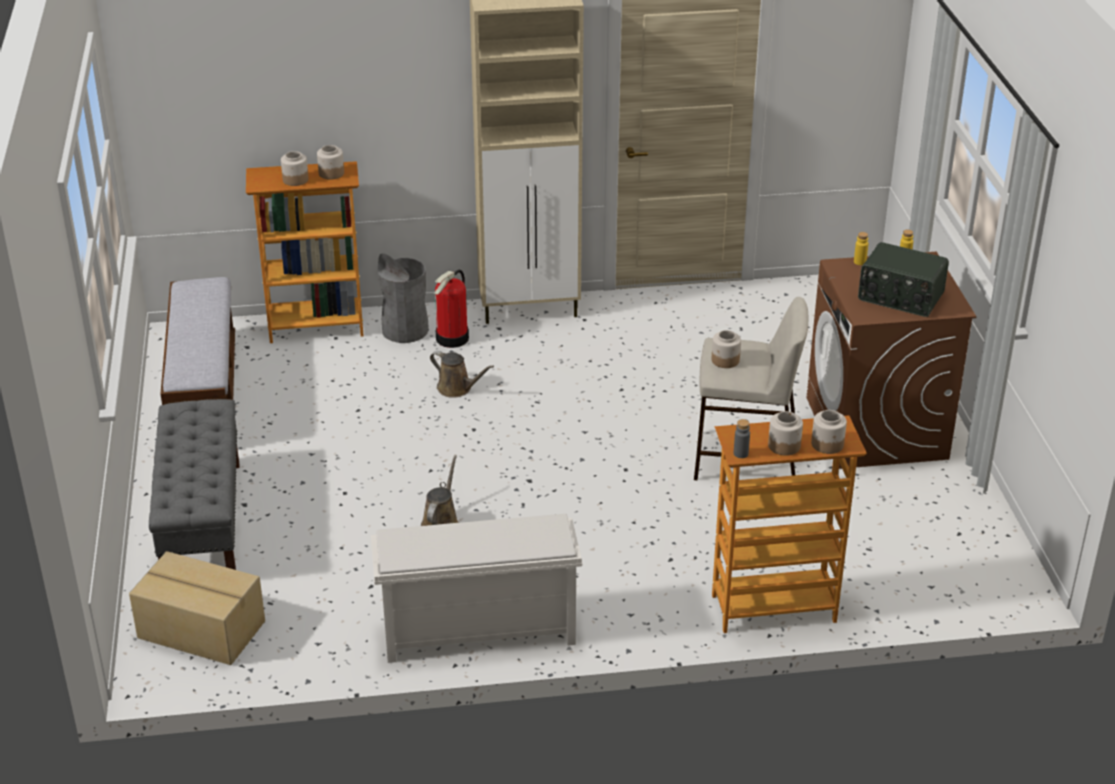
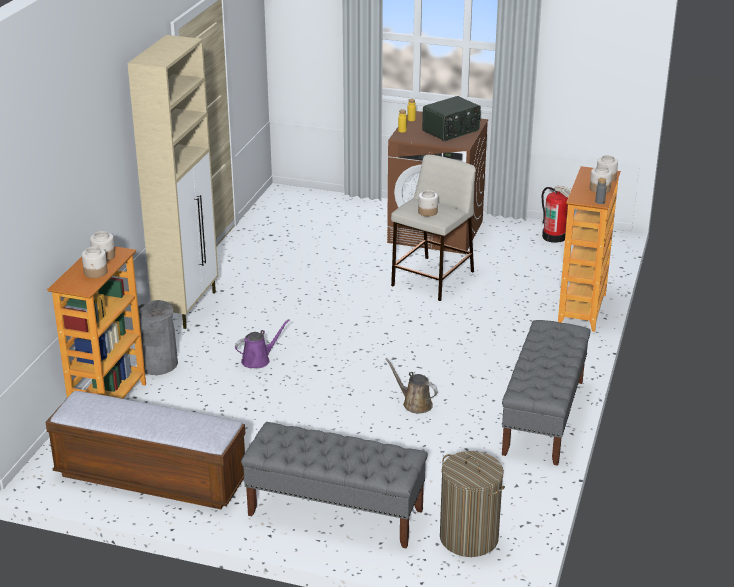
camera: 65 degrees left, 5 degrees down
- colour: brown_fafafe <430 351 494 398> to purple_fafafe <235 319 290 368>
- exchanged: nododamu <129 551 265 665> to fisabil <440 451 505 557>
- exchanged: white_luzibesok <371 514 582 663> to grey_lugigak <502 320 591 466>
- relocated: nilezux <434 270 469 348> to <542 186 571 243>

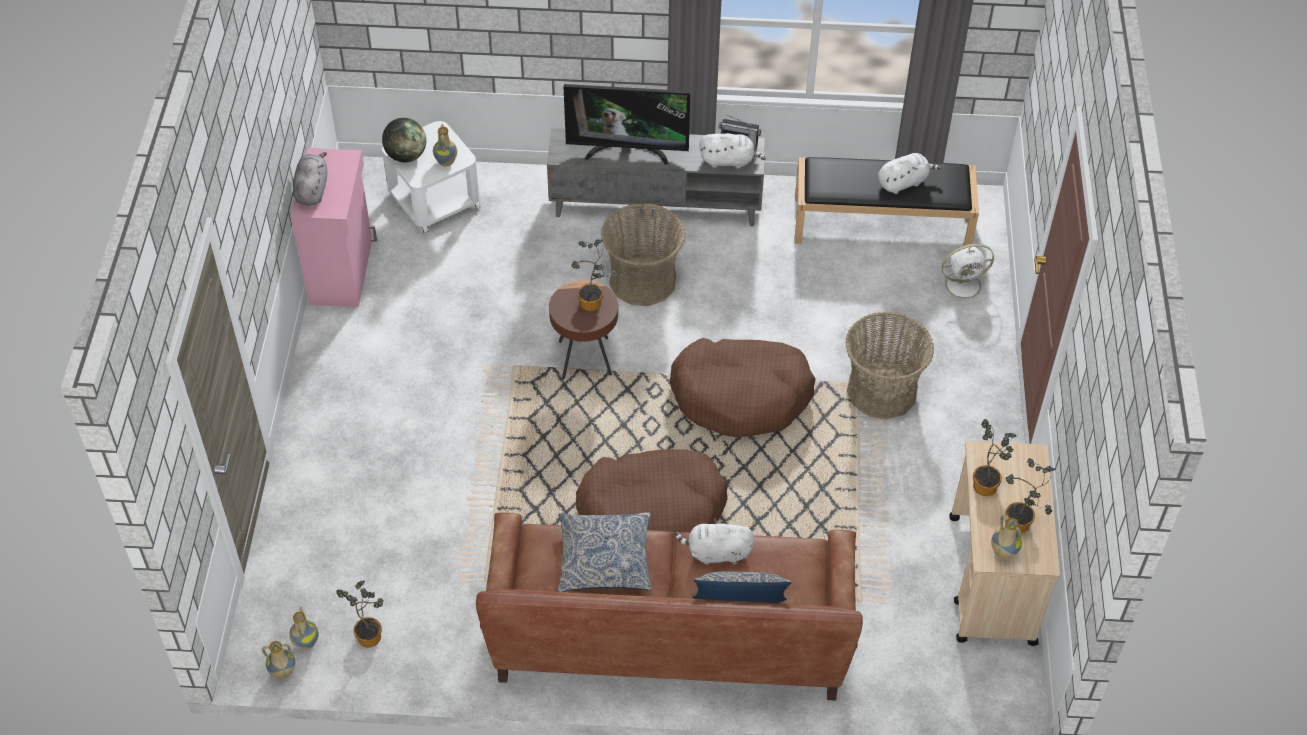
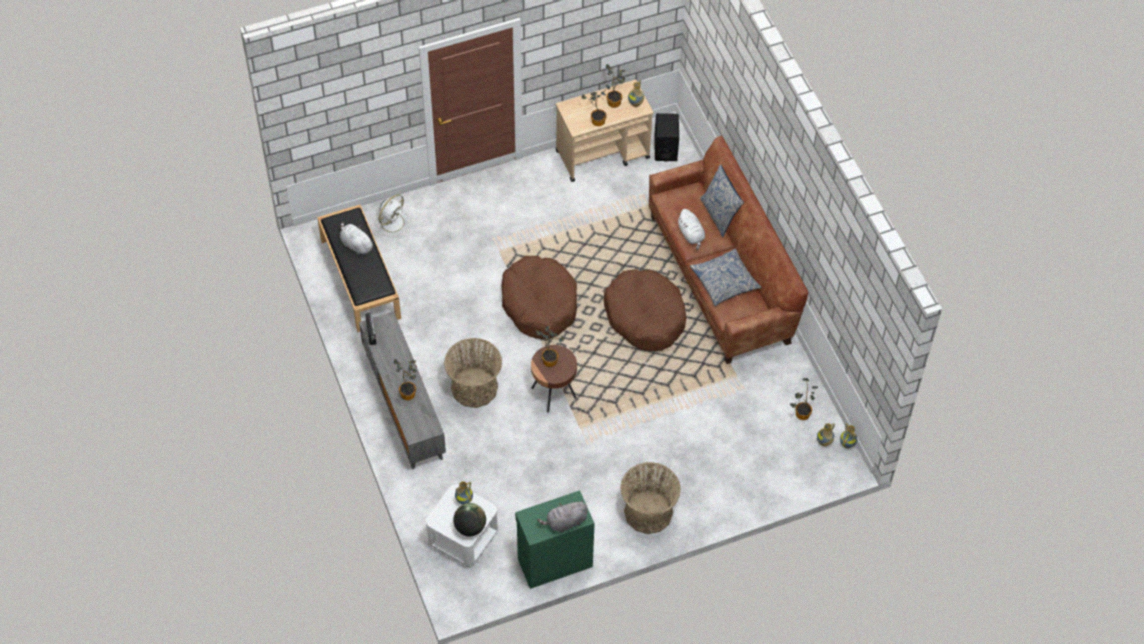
camera: 115 degrees left, 5 degrees up
- spun: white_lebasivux <934 244 994 304> = <376 194 410 237> 75 degrees clockwise
- exchanged: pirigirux <564 84 690 165> to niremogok <394 359 417 400>
- colour: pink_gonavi <291 148 377 307> to green_gonavi <515 490 595 589>
- relocated: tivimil <845 311 934 419> to <621 462 681 534>
- appeared: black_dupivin <654 113 679 162>
- missing: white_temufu <699 133 766 168>

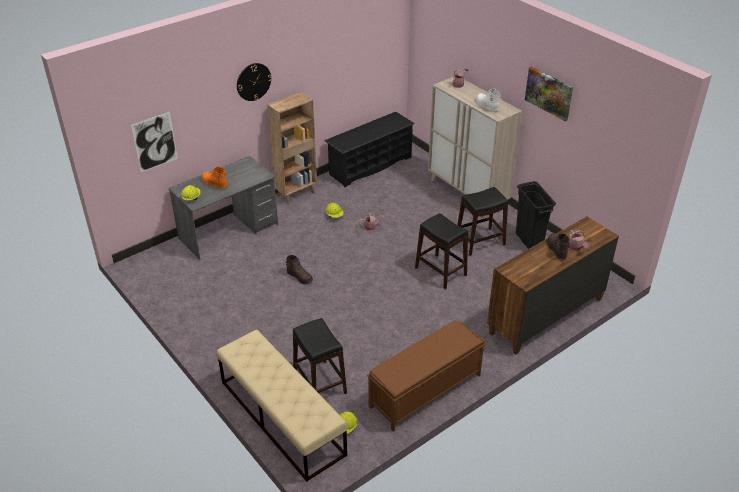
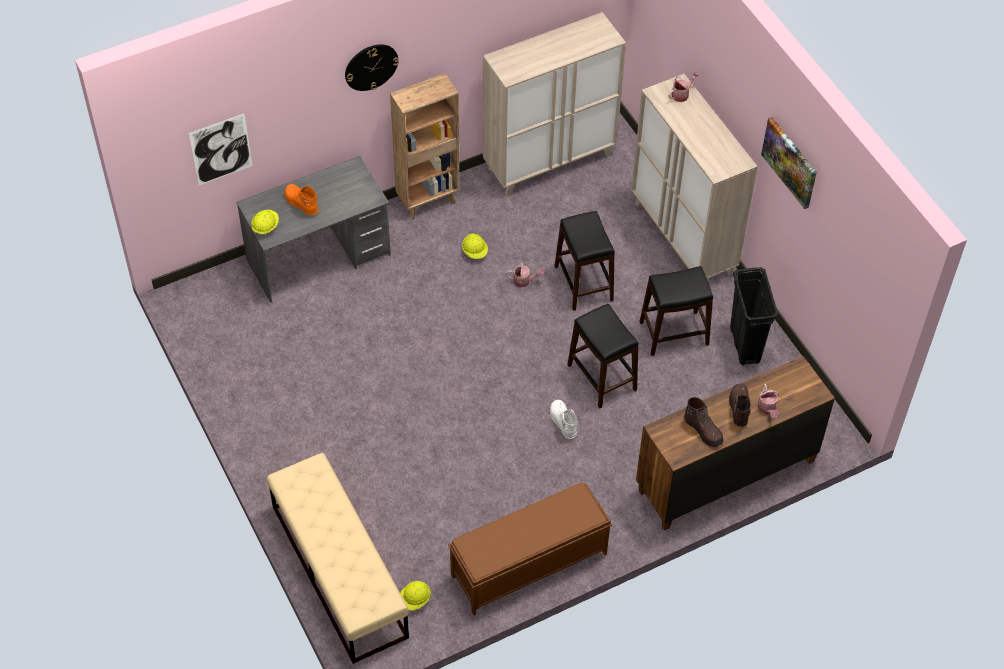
camera: 10 degrees right, 15 degrees up
- exchanged: black_luzibesok <324 112 415 187> to beige_gonavi <483 12 626 196>
- relocated: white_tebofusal <476 89 501 111> to <550 400 578 439>
- relocated: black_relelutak <293 318 347 394> to <554 211 615 311>
- relocated: brown_tebofusal <286 255 313 284> to <684 397 724 447>

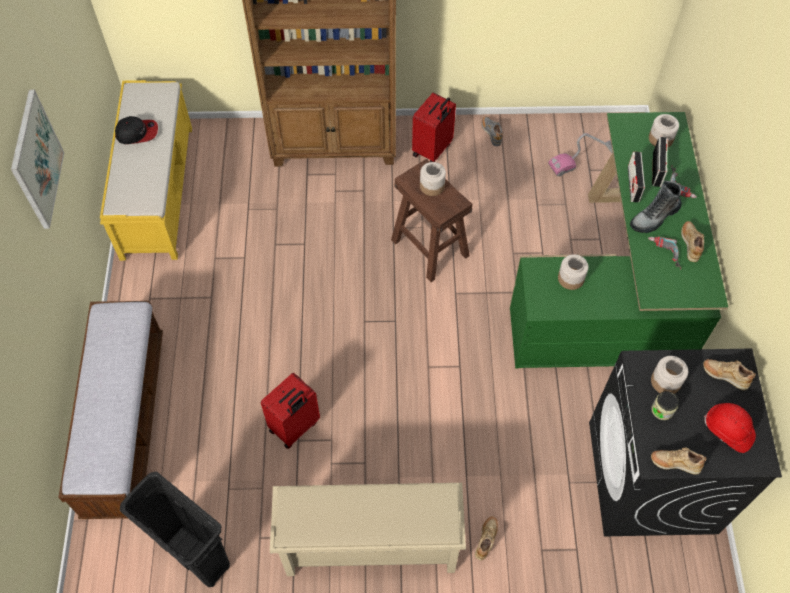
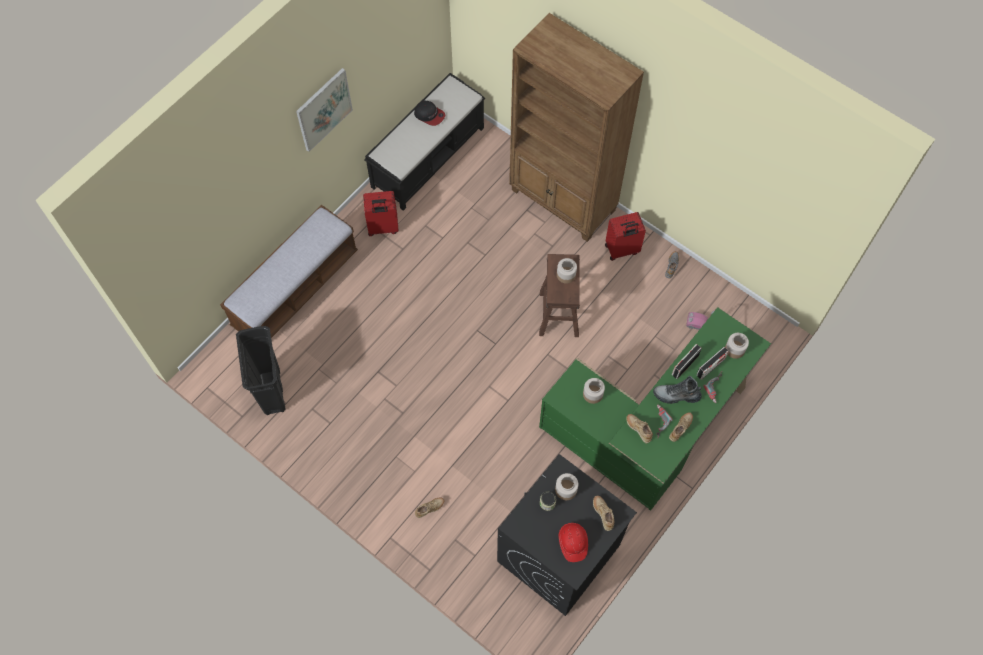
camera: 40 degrees right, 5 degrees up
- relocated: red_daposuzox <261 373 320 449> to <363 191 399 236>
- colour: yellow_lugigak <100 80 192 261> to black_lugigak <364 73 485 211>
- relocated: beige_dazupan <651 447 706 475> to <626 414 653 443>
- missing: beige_luzibesok <270 483 466 576>

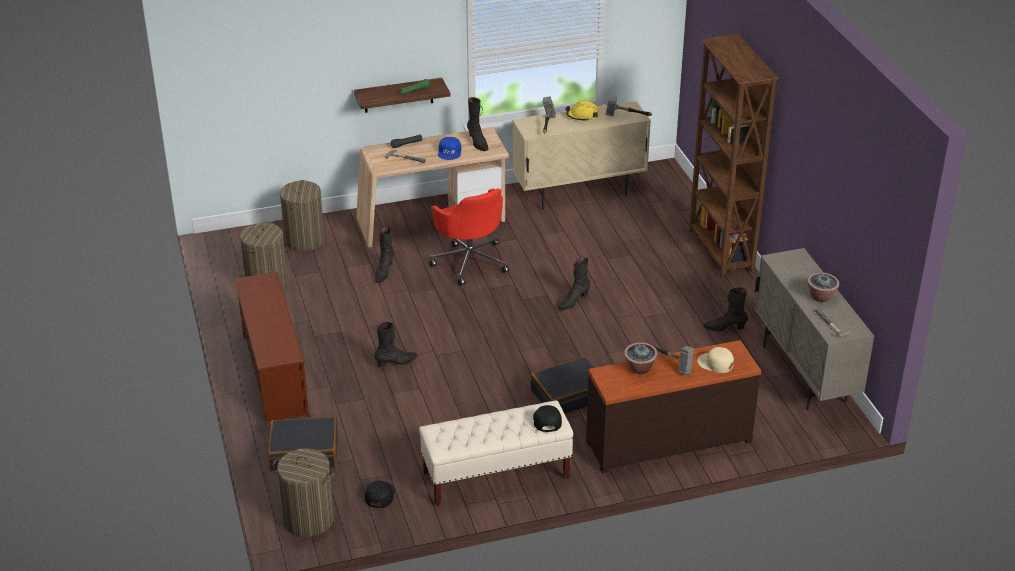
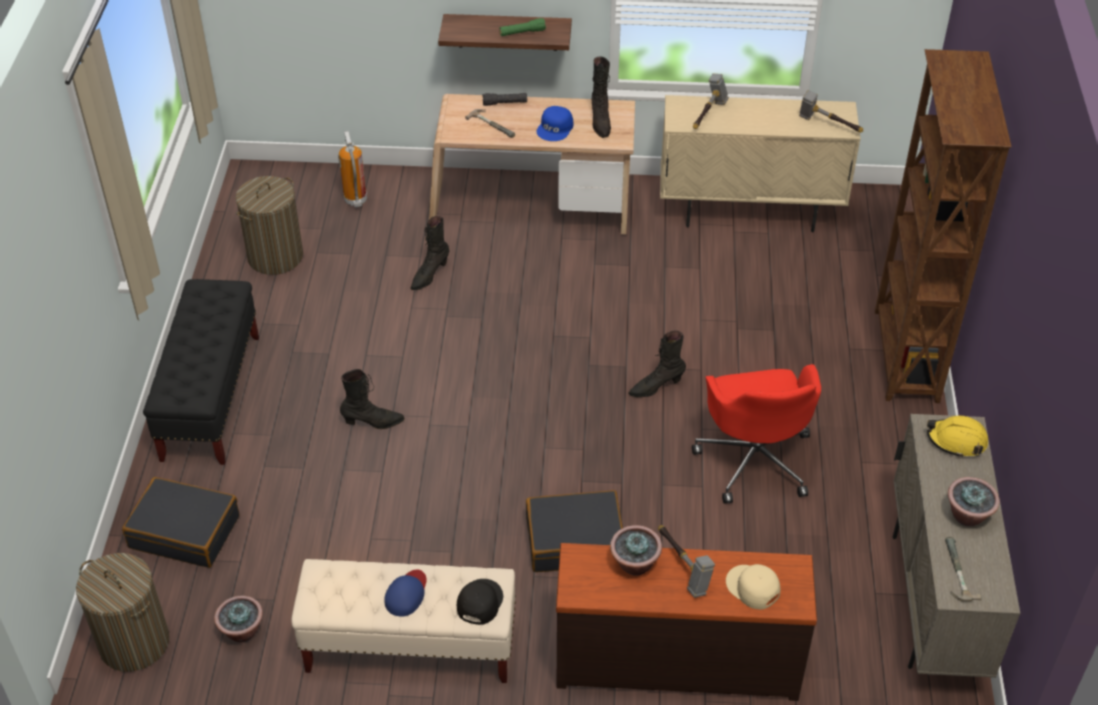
camera: 20 degrees right, 10 degrees up
- exchanged: brown_luzibesok <234 272 309 422> to black_lugigak <143 279 259 465>
- exchanged: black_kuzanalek <365 481 395 508> to niremogok <214 595 263 643>
- exchanged: fisabil <280 180 325 251> to nilezux <338 131 367 207>
- appeared: blue_kuzanalek <384 570 427 616>
- relocated: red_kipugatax <430 189 509 286> to <692 364 821 504>
- relocated: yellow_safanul <565 101 599 121> to <927 416 988 457>
- missing: black_tebofusal <703 288 748 332>

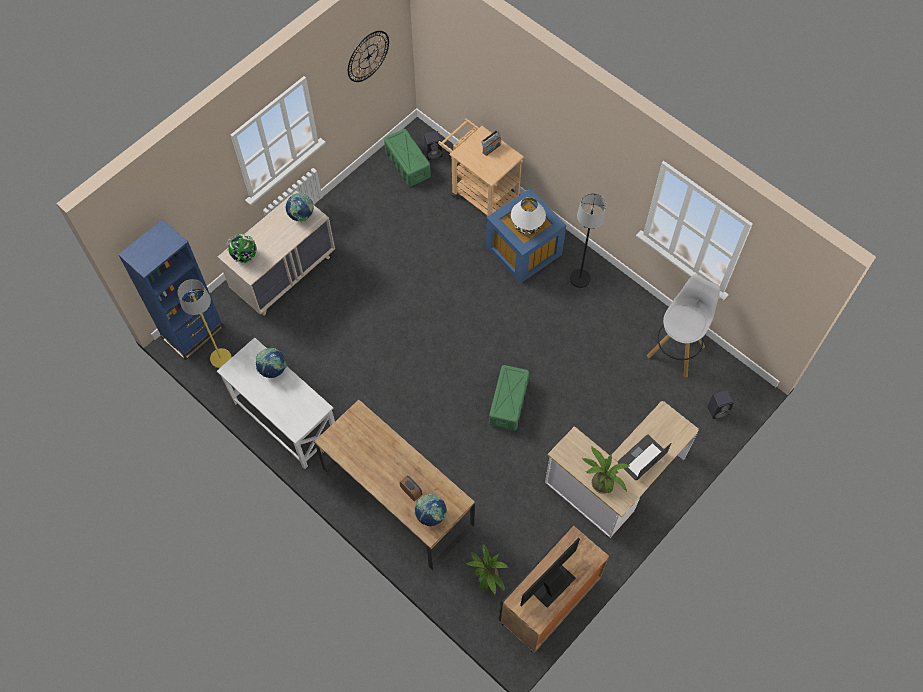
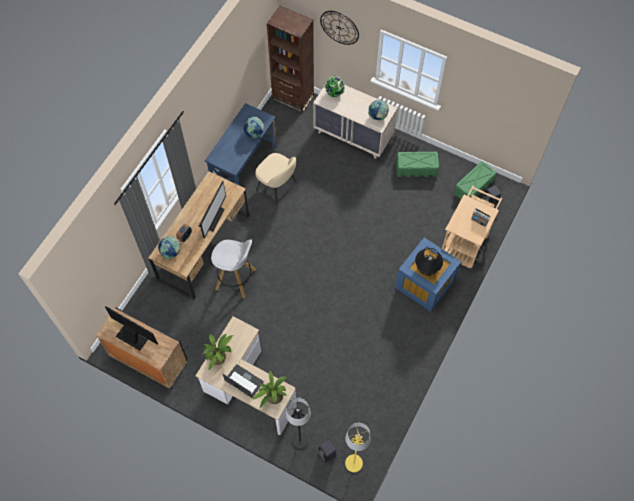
camera: 75 degrees right, 0 degrees up
- appeared: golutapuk <199 181 226 238>
- colour: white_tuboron <217 337 335 469> to blue_tuboron <205 103 276 186>
- relocated: white_relelutak <647 274 720 377> to <211 239 256 298>
- relocated: niremogok <466 543 508 595> to <253 370 287 408>
- appeared: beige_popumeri <255 153 297 204>
- colour: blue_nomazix <118 219 224 360> to brown_nomazix <267 6 314 113>
- relocated: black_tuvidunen <570 193 606 288> to <286 398 311 450>
- relocated: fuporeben <348 31 389 82> to <320 11 359 45>
- relocated: yellow_tuvidunen <178 279 232 368> to <345 423 371 472>
- relocated: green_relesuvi <489 365 529 431> to <396 152 439 177>
- colour: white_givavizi <511 197 546 235> to black_givavizi <415 248 443 276>

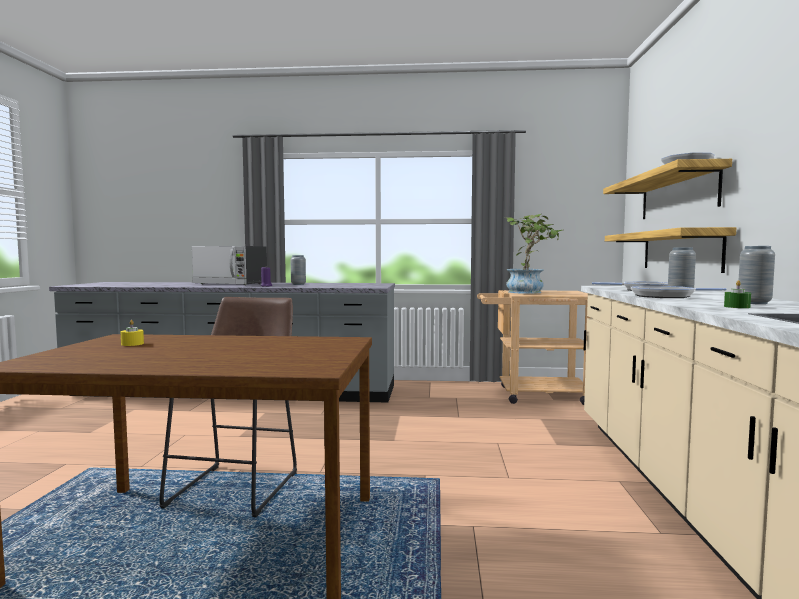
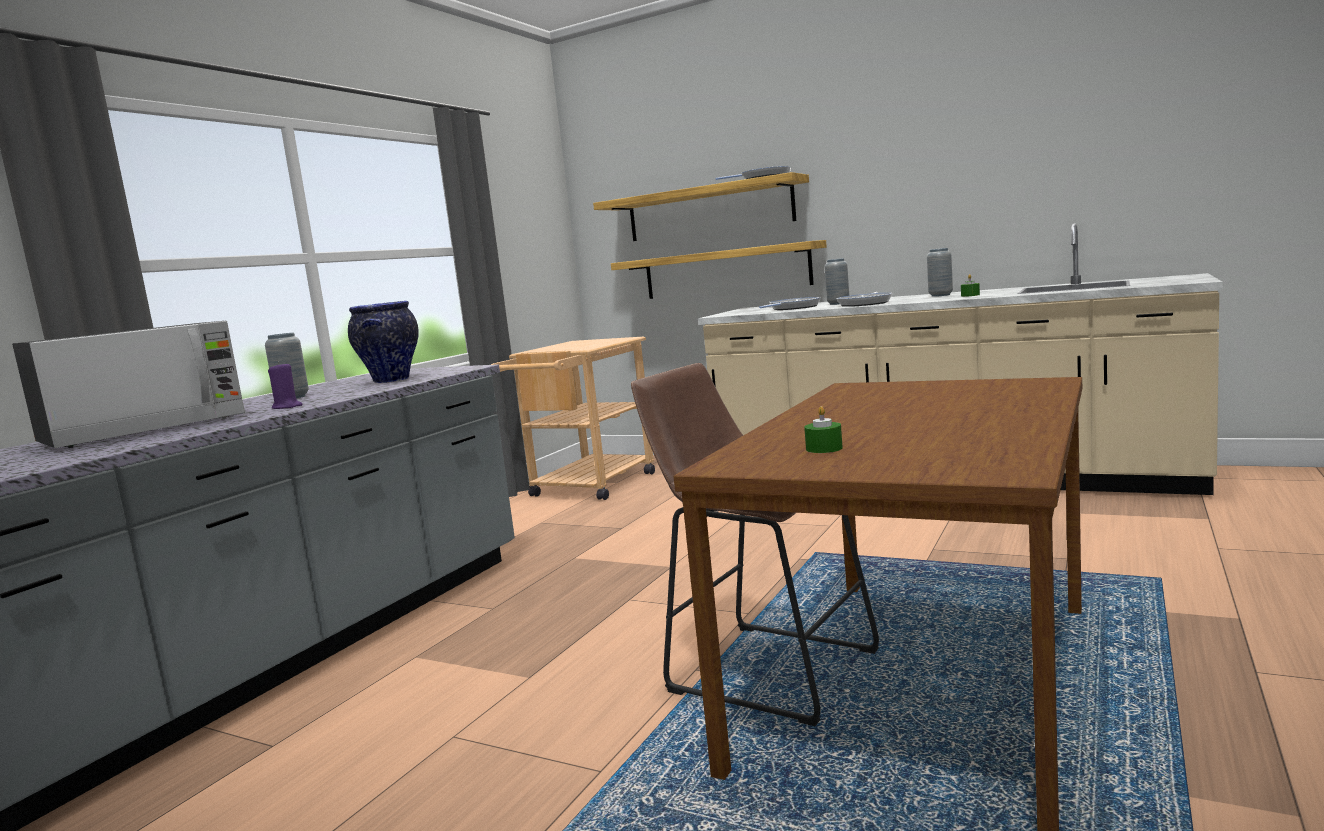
camera: 65 degrees left, 5 degrees up
- appeared: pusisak <348 301 419 383>
- colour: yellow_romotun <120 320 144 346> to green_romotun <804 406 843 453>
- missing: niremogok <505 214 563 294>

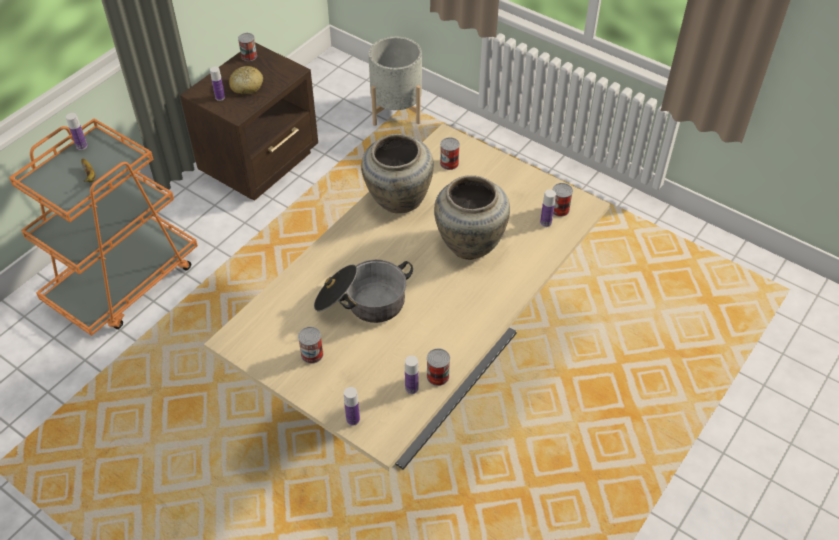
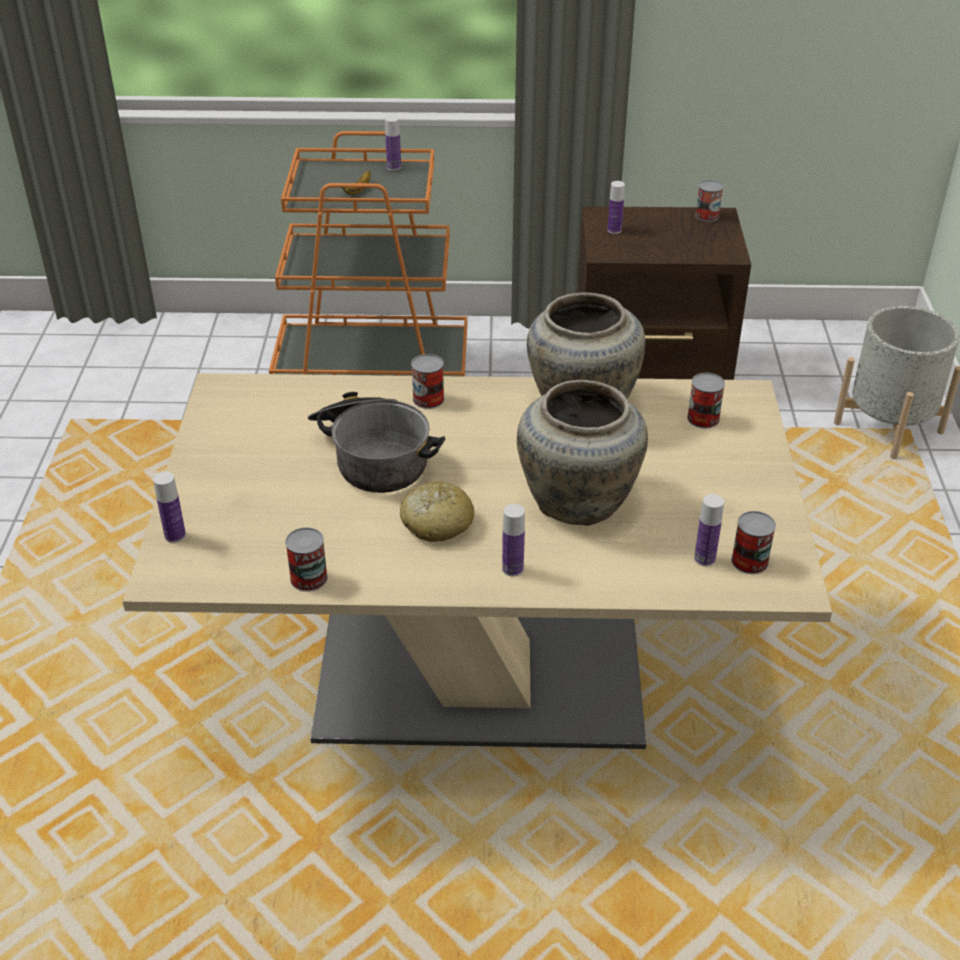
camera: 55 degrees right, 10 degrees down
- relocated: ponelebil <229 66 263 94> to <400 482 474 542>
- relocated: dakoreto <298 327 323 364> to <411 354 444 409>
- relocated: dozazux <405 356 419 394> to <502 504 525 576>

